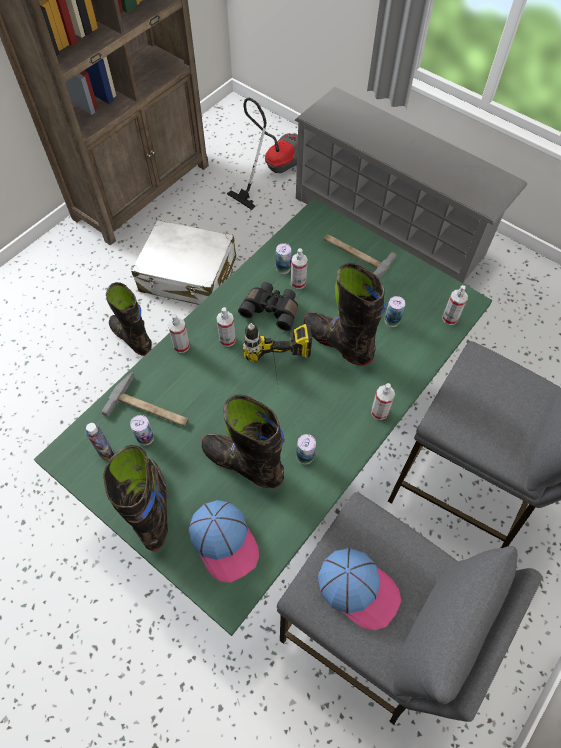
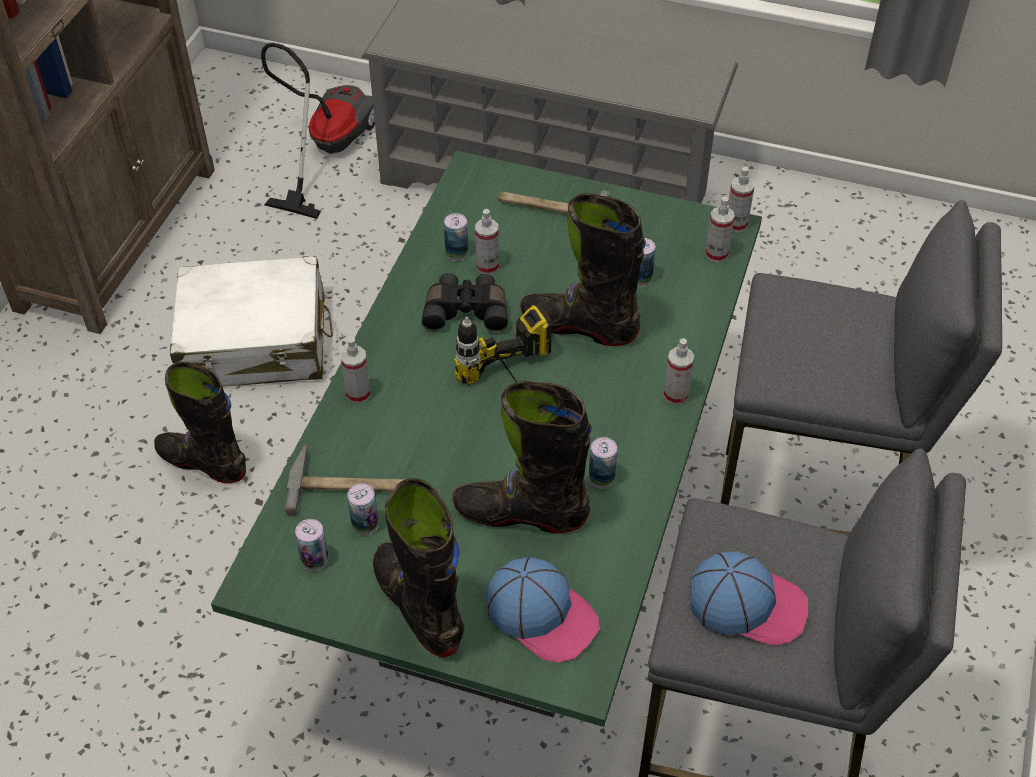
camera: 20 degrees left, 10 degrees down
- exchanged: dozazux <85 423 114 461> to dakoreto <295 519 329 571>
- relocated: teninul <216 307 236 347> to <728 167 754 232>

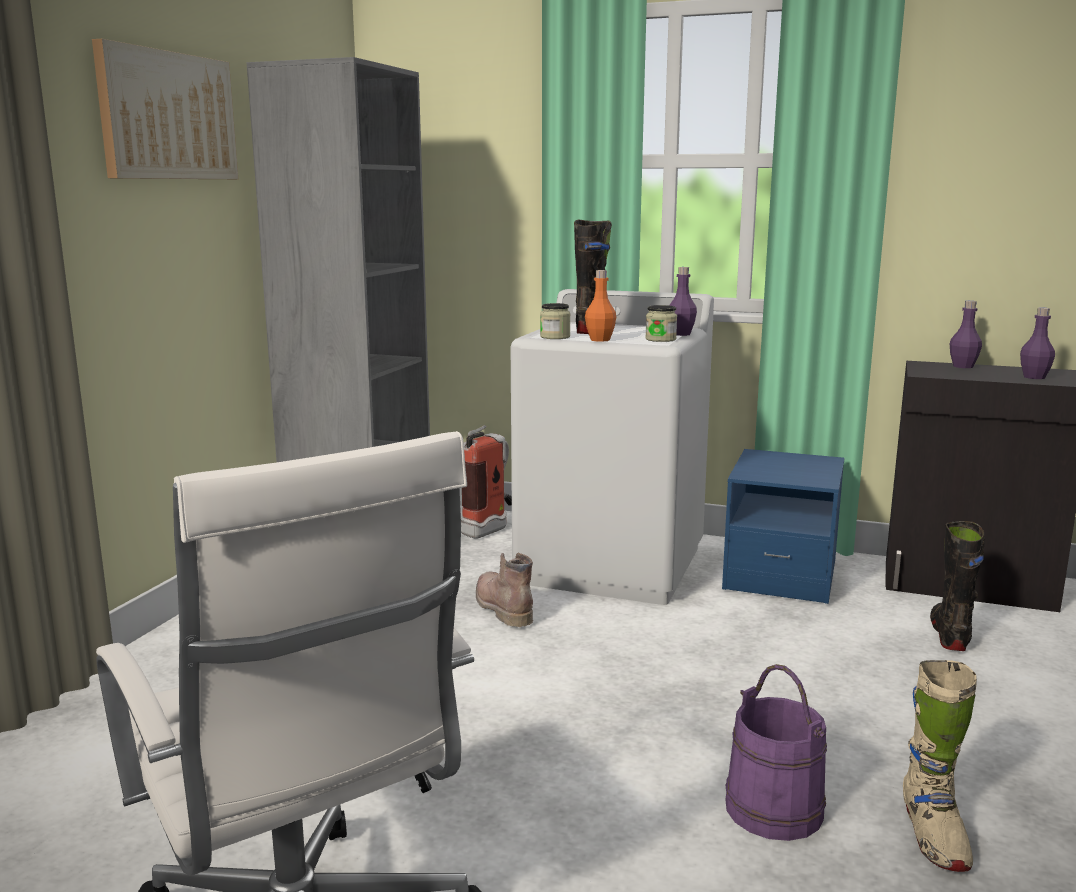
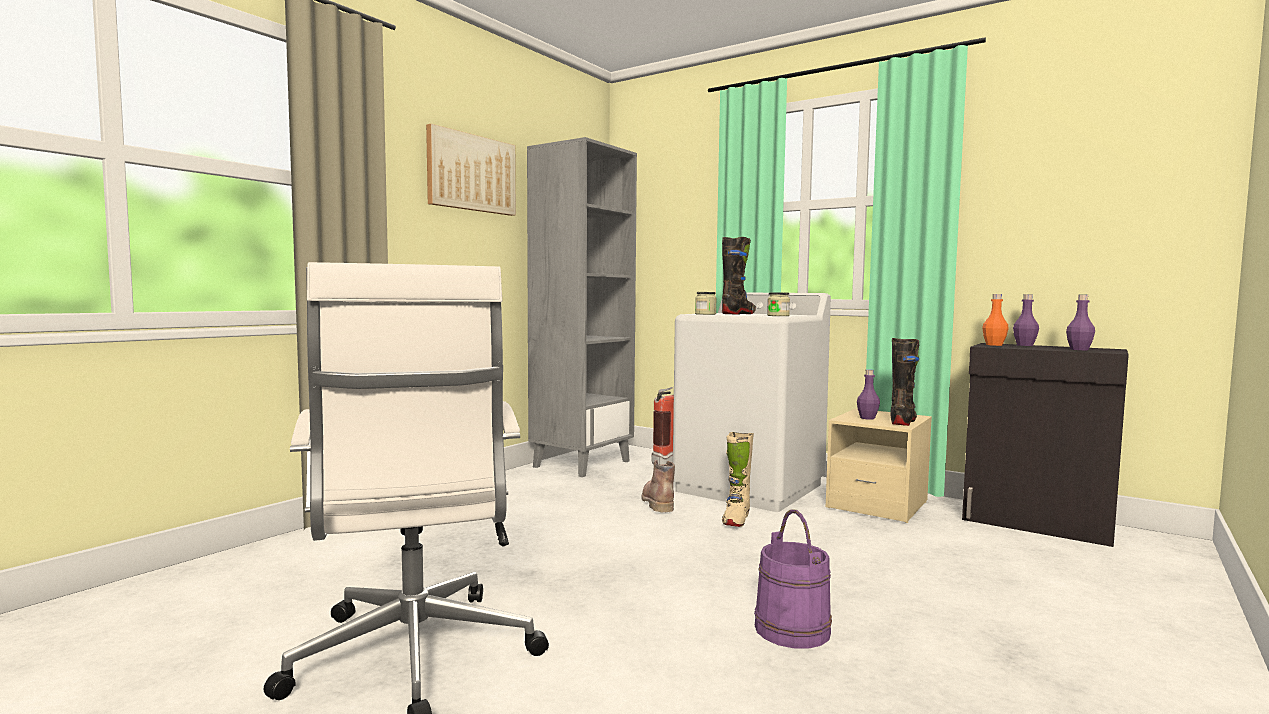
camera: 15 degrees right, 10 degrees down
- relocated: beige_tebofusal <903 660 977 872> to <722 432 754 527>
- colour: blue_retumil <722 449 844 604> to beige_retumil <826 409 932 523>
- relocated: purple_dozazux <669 267 697 336> to <857 369 880 420>
- relocated: black_tebofusal <930 521 985 651> to <890 338 919 426>
- relocated: orange_dozazux <585 270 616 342> to <982 294 1009 346>

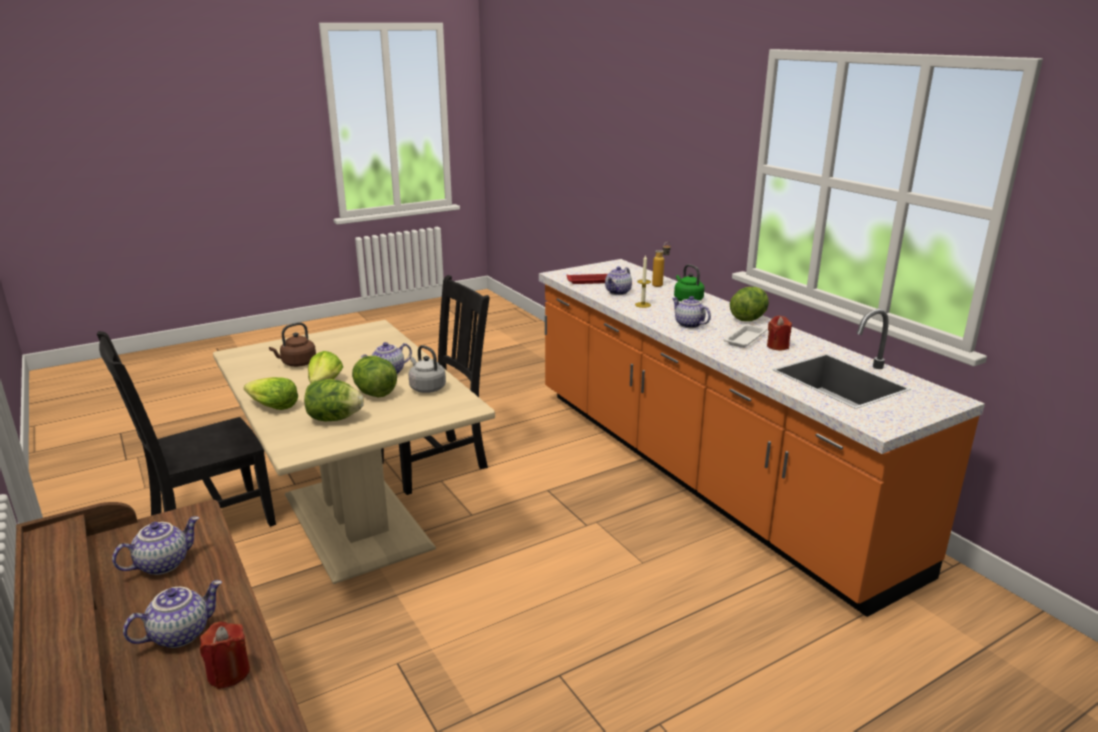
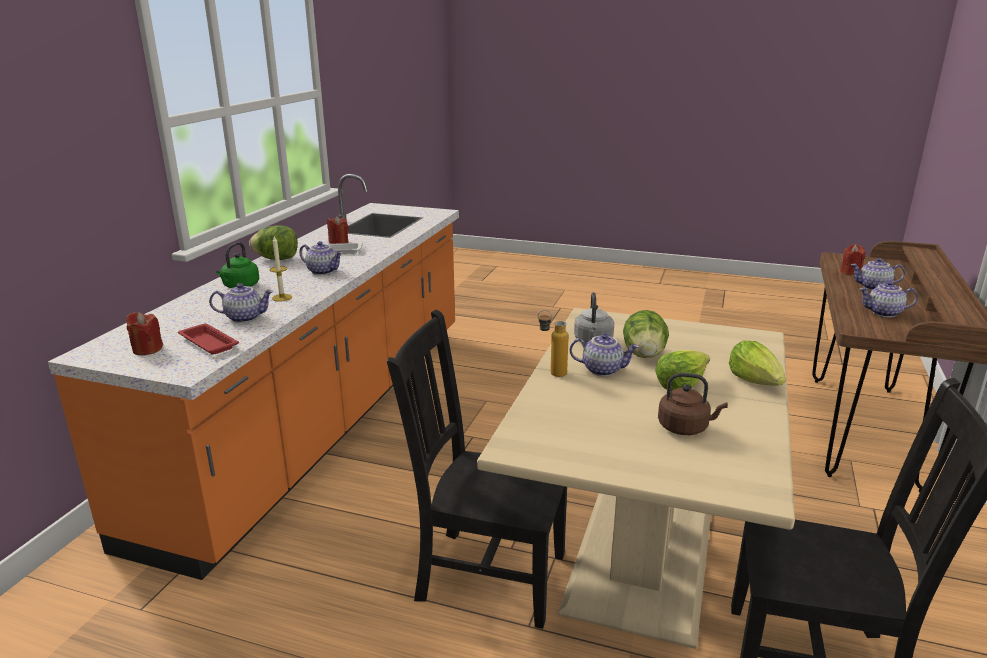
camera: 130 degrees left, 0 degrees up
- appeared: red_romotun <126 312 163 355>
- spun: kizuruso <672 296 711 328> = <299 241 343 275> 75 degrees counterclockwise
- relocated: dozazux <652 243 671 287> to <538 310 569 377>
- missing: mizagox <304 379 364 421>

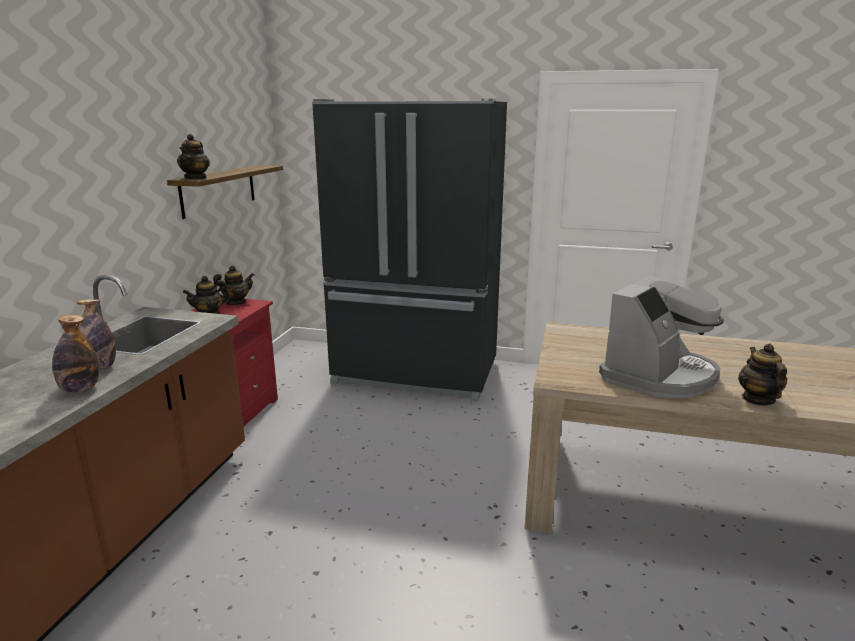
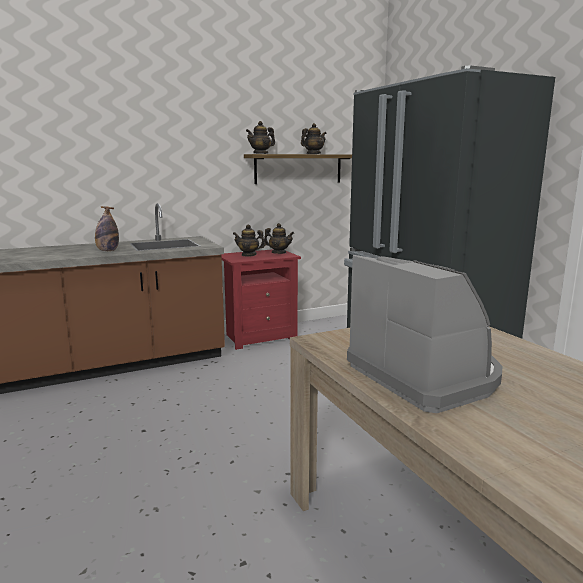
camera: 50 degrees right, 5 degrees down
- relocated: kizuruso <738 343 787 406> to <301 123 326 154>
- spun: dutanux <599 275 724 398> = <347 255 502 413> 120 degrees counterclockwise
- missing: dozazux <52 315 99 393>

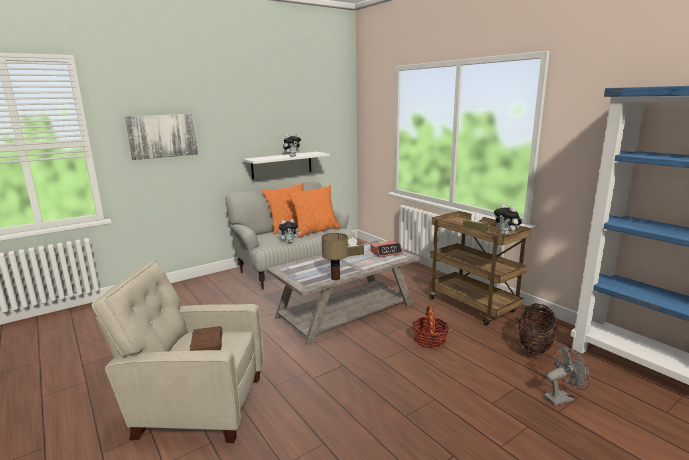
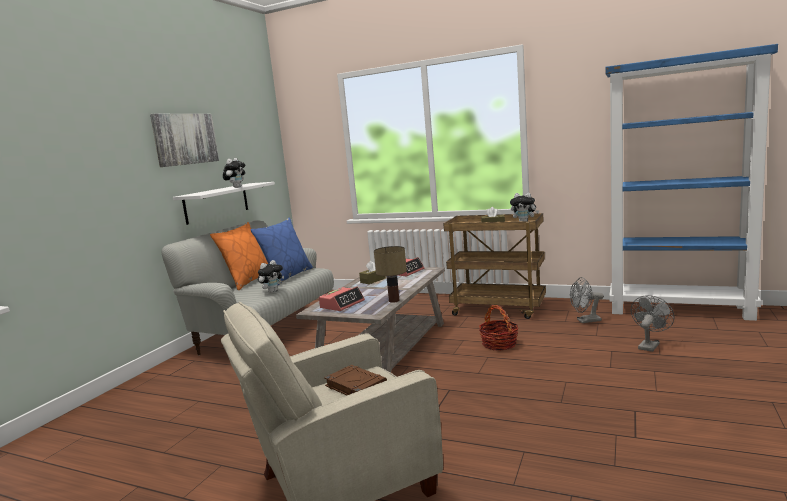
camera: 30 degrees left, 5 degrees down
- relocated: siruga <125 114 198 160> to <150 114 219 167>
- colour: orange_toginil <288 185 341 238> to blue_toginil <251 218 313 285>
- appeared: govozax <319 287 365 311>
- exchanged: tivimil <519 303 558 355> to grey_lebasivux <570 277 604 323>

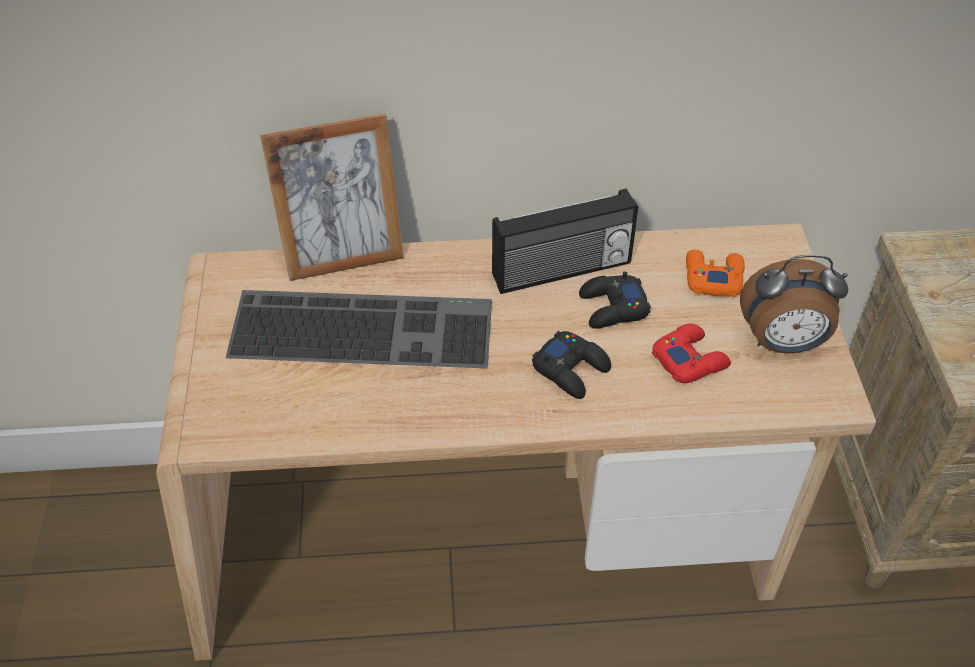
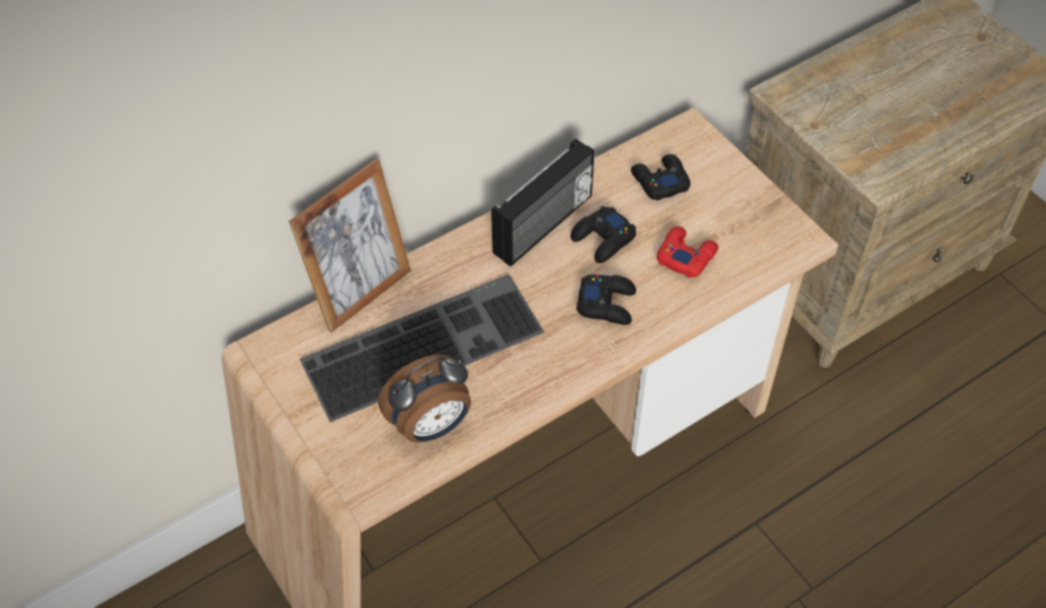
camera: 30 degrees left, 5 degrees up
- relocated: govozax <740 254 848 354> to <378 354 471 443>
- colour: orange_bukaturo <686 250 745 297> to black_bukaturo <631 154 690 201>

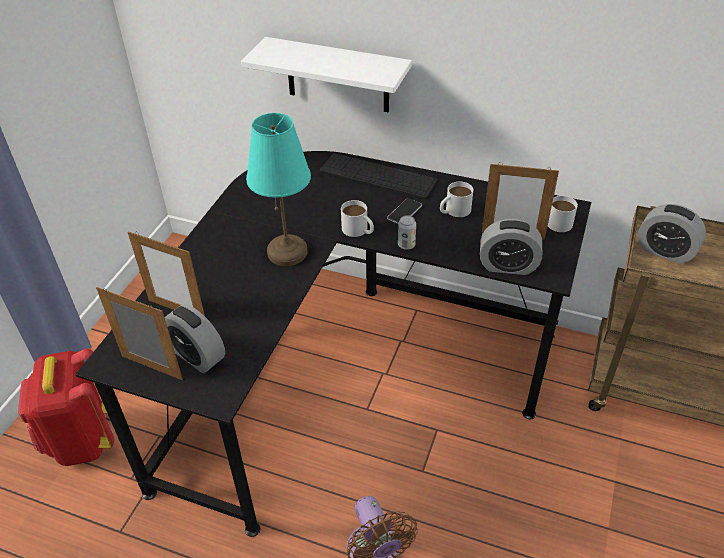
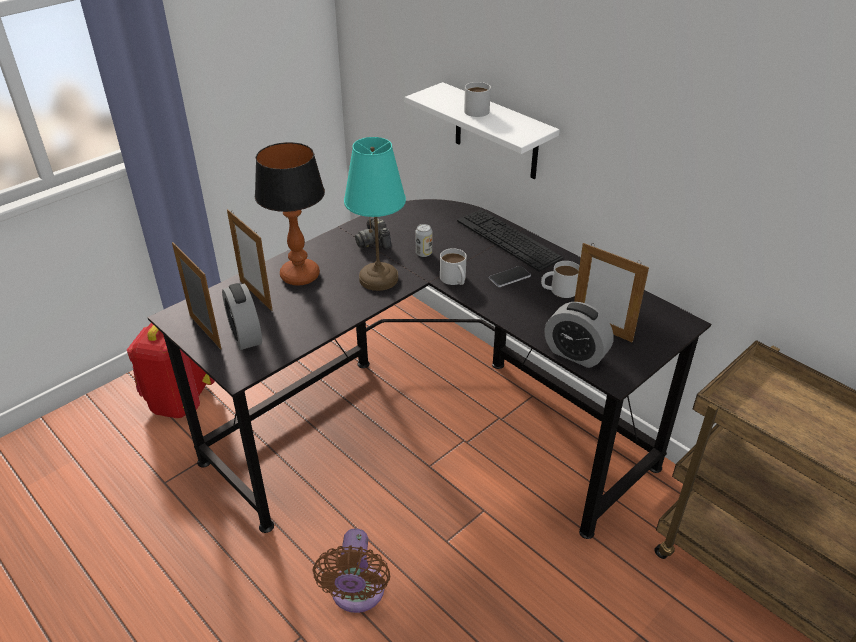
camera: 25 degrees right, 5 degrees down
- appeared: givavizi <255 142 325 286>
- appeared: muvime <355 217 392 250>
- relocated: dakoreto <398 215 416 250> to <416 224 432 257>
- relocated: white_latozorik <548 196 578 232> to <464 82 491 117>
- missing: govozax <638 204 706 264>

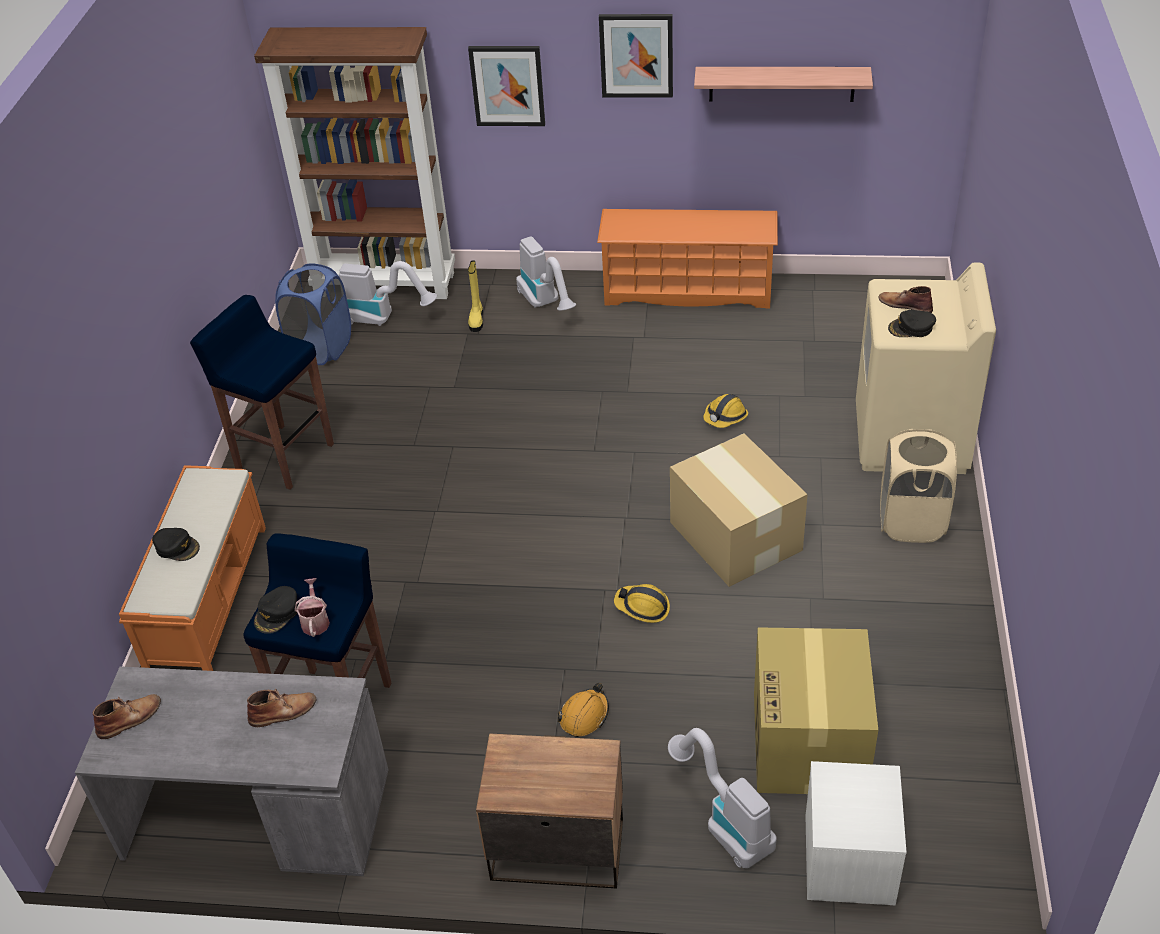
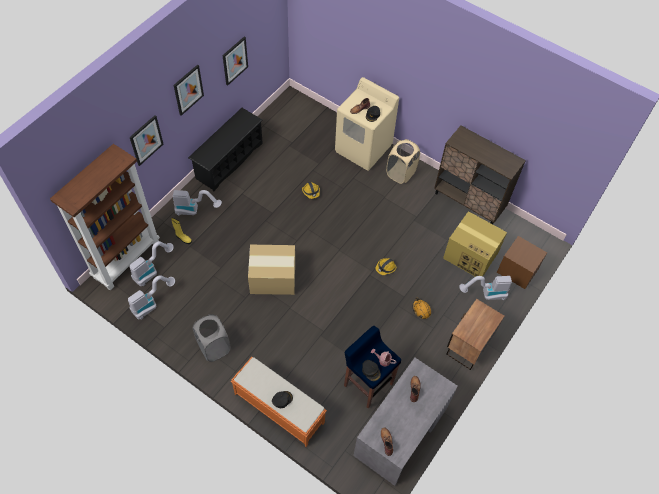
camera: 65 degrees left, 15 degrees up
- exchanged: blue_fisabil <275 263 351 365> to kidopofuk <128 275 175 319>
- colour: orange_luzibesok <597 209 778 308> to black_luzibesok <188 108 263 192>
- exchanged: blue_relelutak <190 295 334 490> to grey_fisabil <192 314 231 362>
- exchanged: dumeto <694 67 873 102> to siruga <222 37 248 86>
- relocated: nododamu <670 434 808 587> to <248 245 295 295>
- appeared: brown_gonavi <434 125 526 224>
- colour: white_retumil <806 761 907 905> to brown_retumil <497 236 547 289>

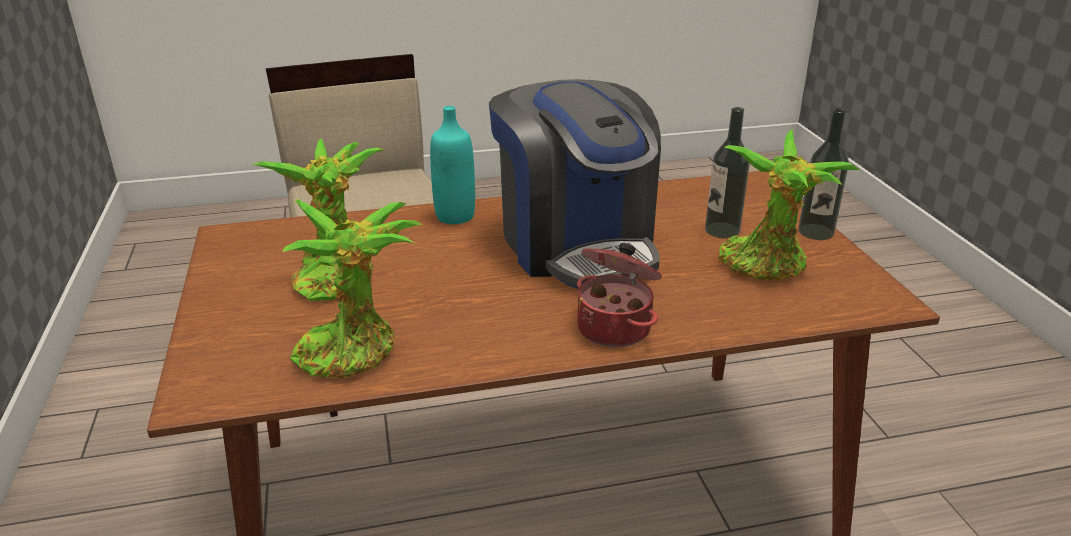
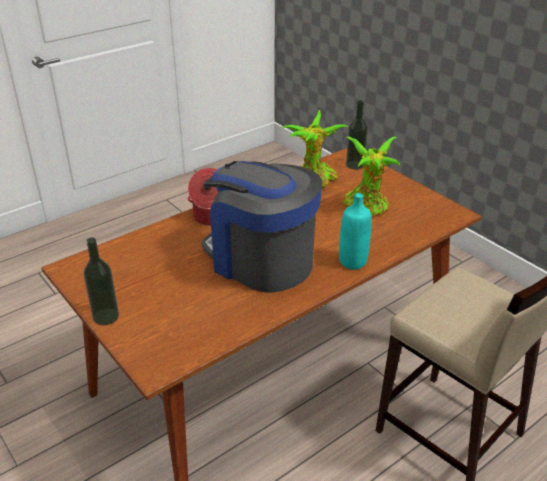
camera: 155 degrees right, 5 degrees up
- relocated: dozazux <705 107 750 239> to <346 100 368 170>
- missing: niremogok <719 129 860 280>

